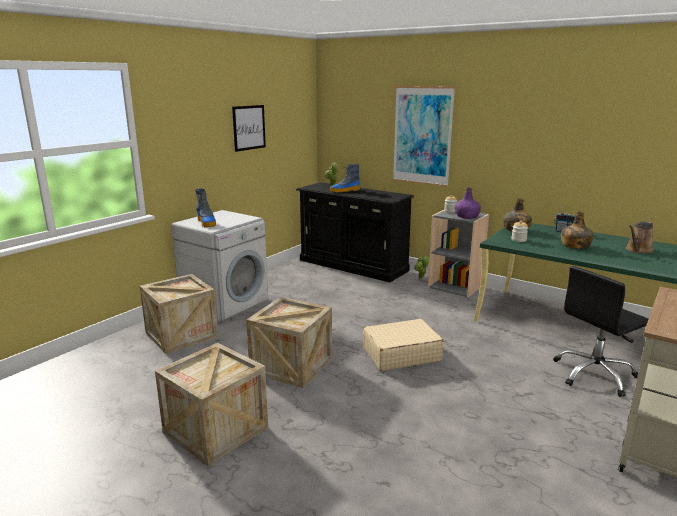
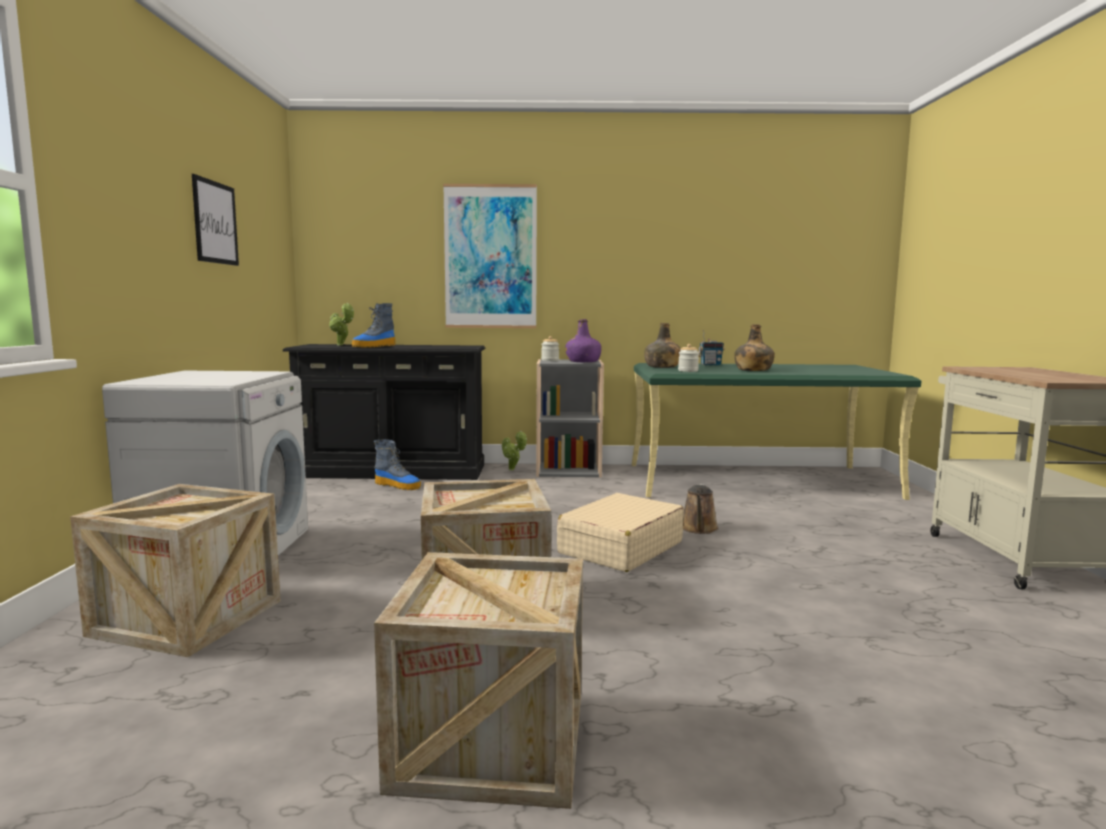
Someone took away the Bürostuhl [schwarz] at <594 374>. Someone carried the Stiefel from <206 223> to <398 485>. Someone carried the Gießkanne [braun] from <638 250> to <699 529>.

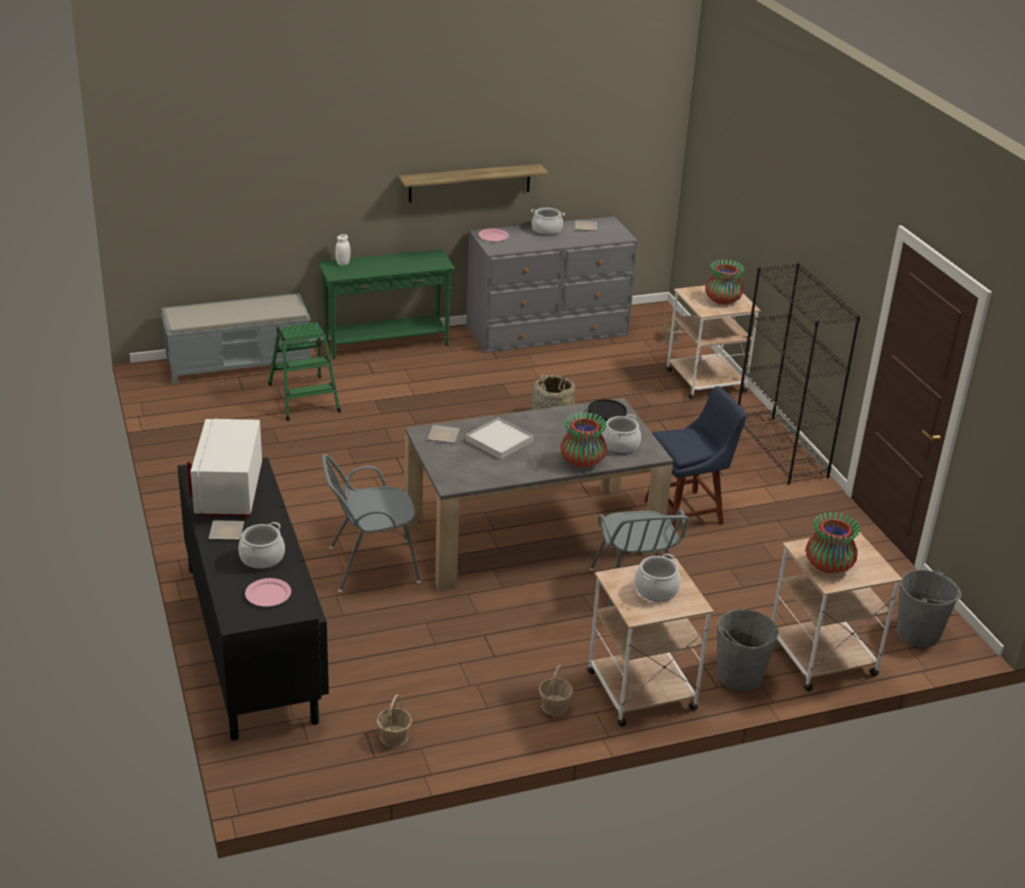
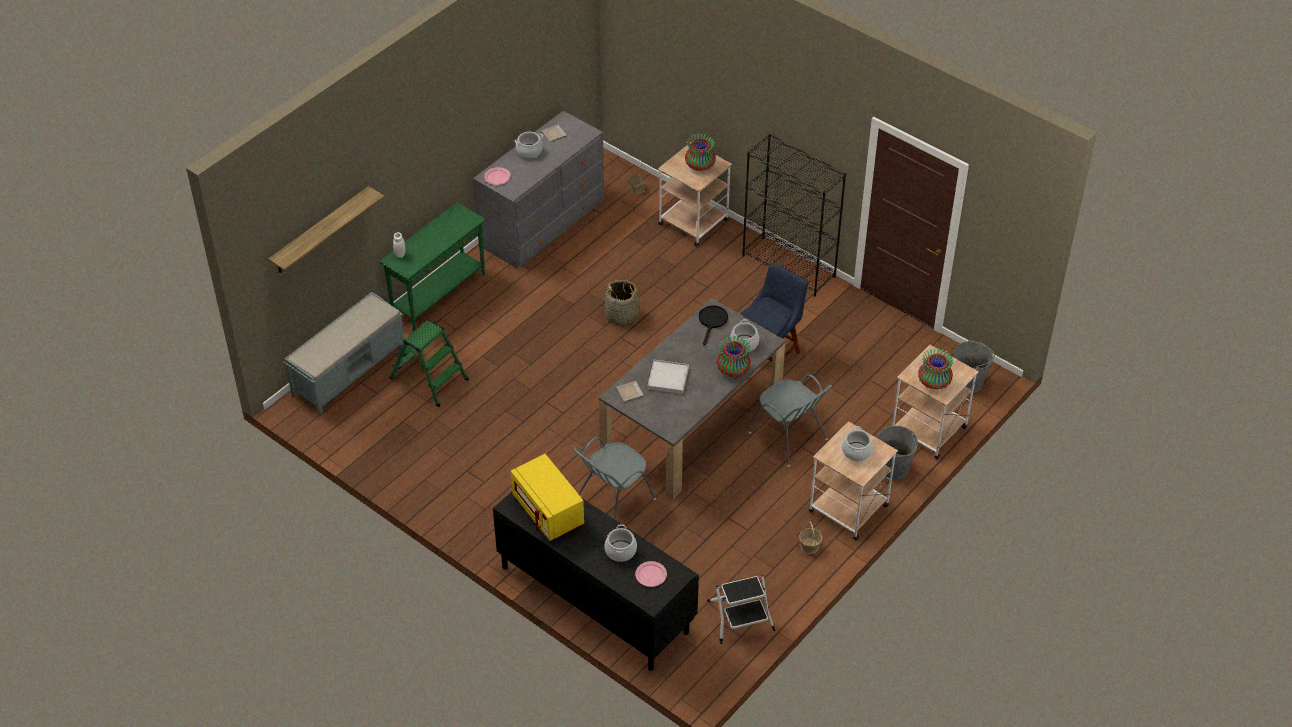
Someone took away the Teller at <225 533>. Someone carried the Wandregal from <470 183> to <320 231>. Someone swapped the Korb at <394 737> for the Trittleiter at <739 617>. Someone repainted the Mikrowelle [weiß] at <230 492>, which became the Mikrowelle [gelb] at <549 511>.

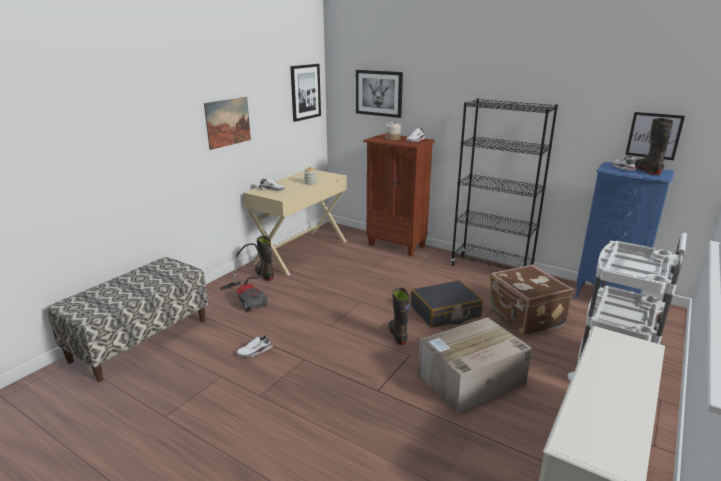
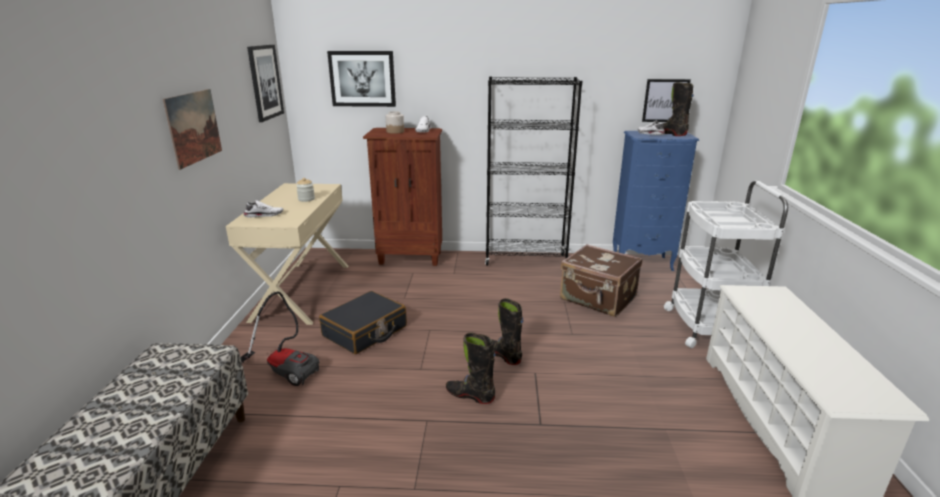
Someone took away the Schuh [weiß] at <255 352>. Someone took away the Karton at <470 380>. Someone carried the Stiefel [schwarz] from <264 275> to <470 395>. Someone carried the Koffer [schwarz] from <445 312> to <365 331>.

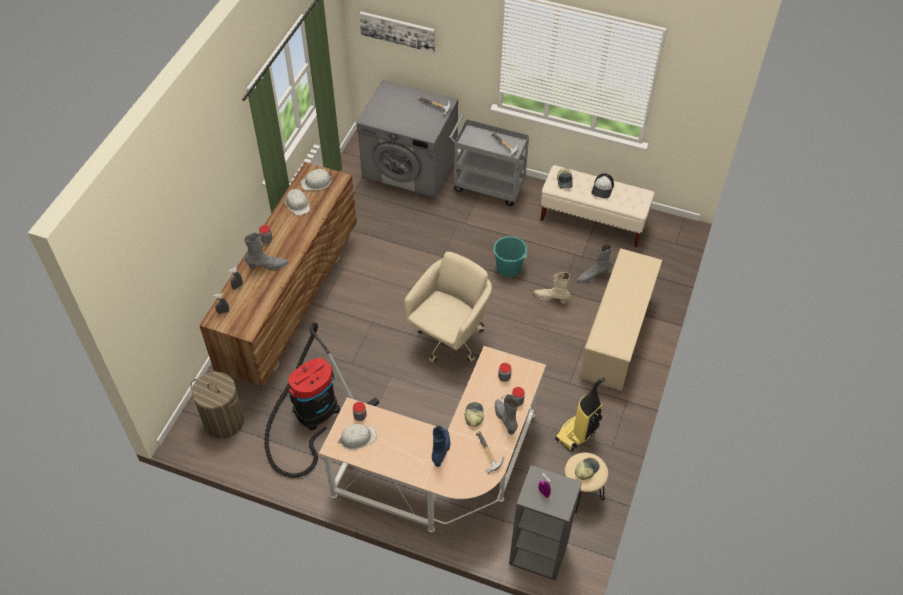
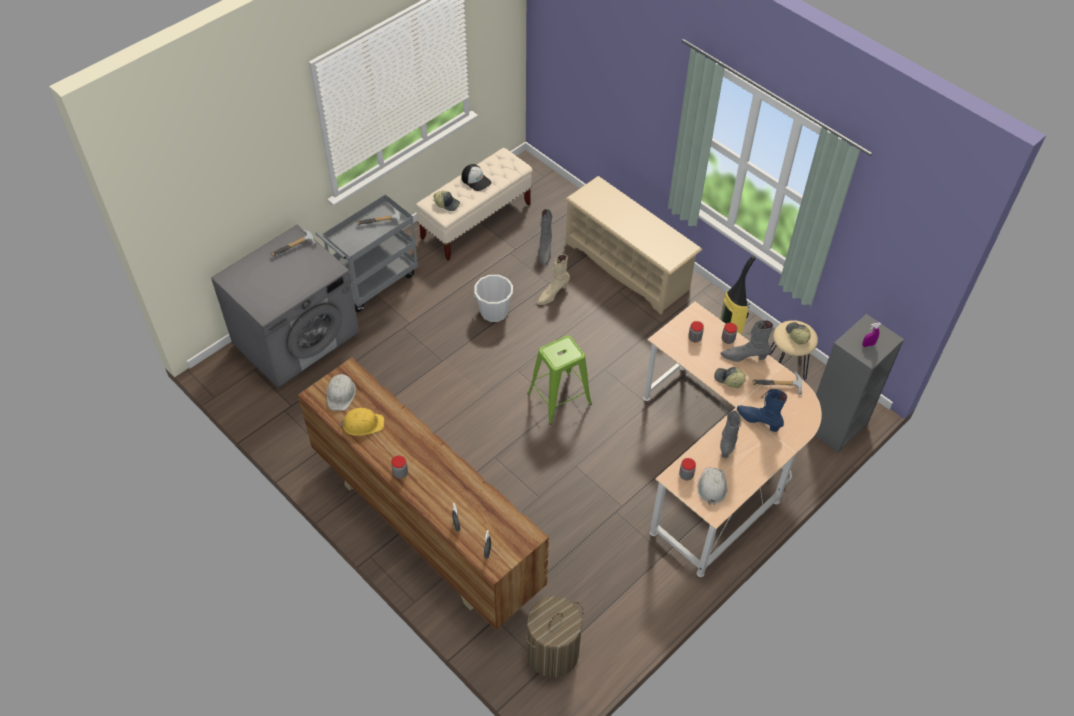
Someone took away the Staubsauger at <313 414>. Someone took away the Bild at <398 30>. Someone carried the Stiefel [grau] from <268 266> to <728 442>. Someone swapped the Bürostuhl [beige] at <449 341> for the Hocker [grün] at <559 399>. Someone repainted the Schutzhelm [weiß] at <297 204>, which became the Schutzhelm [gelb] at <362 424>. Someone repainted the Eimer [türkis] at <508 268>, which became the Eimer [weiß] at <494 312>.

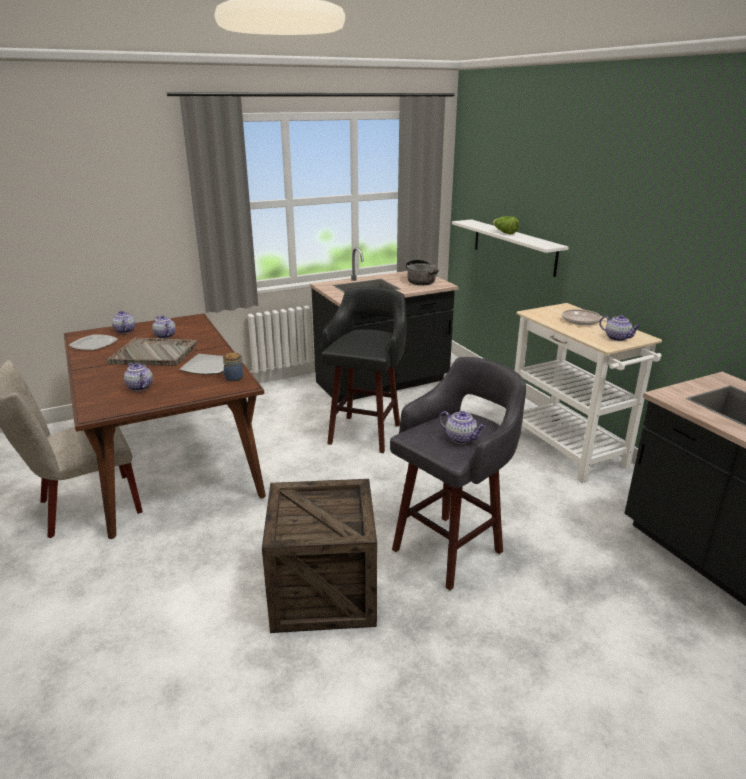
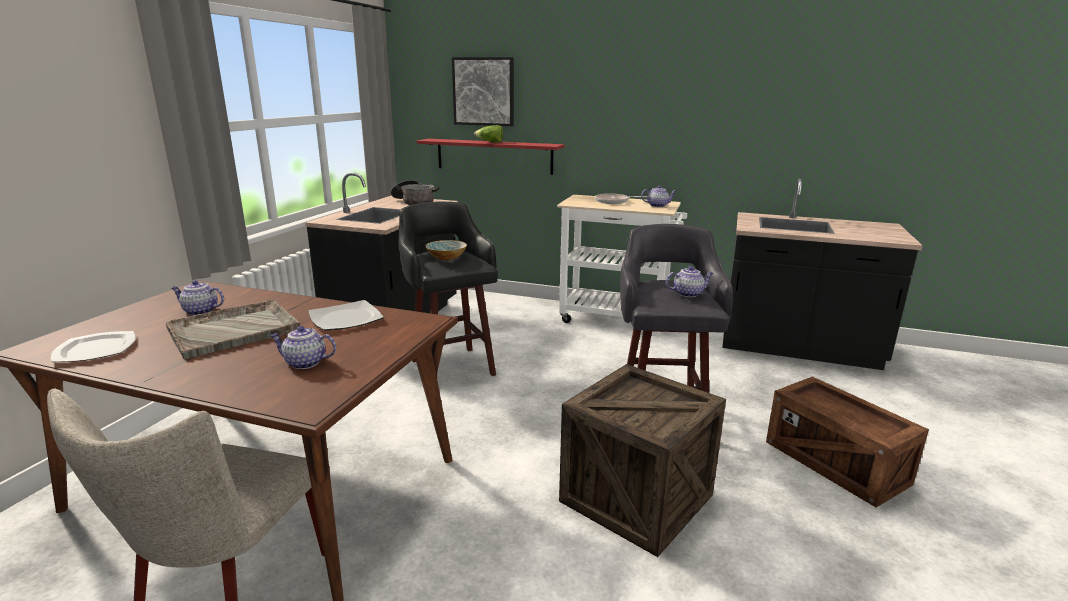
Someone took away the Teekanne at <124 331>. Someone took away the Vorratsglas at <235 378>. Someone put down the Schüssel at <447 257>. Someone put up the Bild at <483 91>. Someone put down the Kiste at <835 463>. Someone repainted the Wandregal [weiß] at <513 246>, which became the Wandregal [rot] at <494 156>.

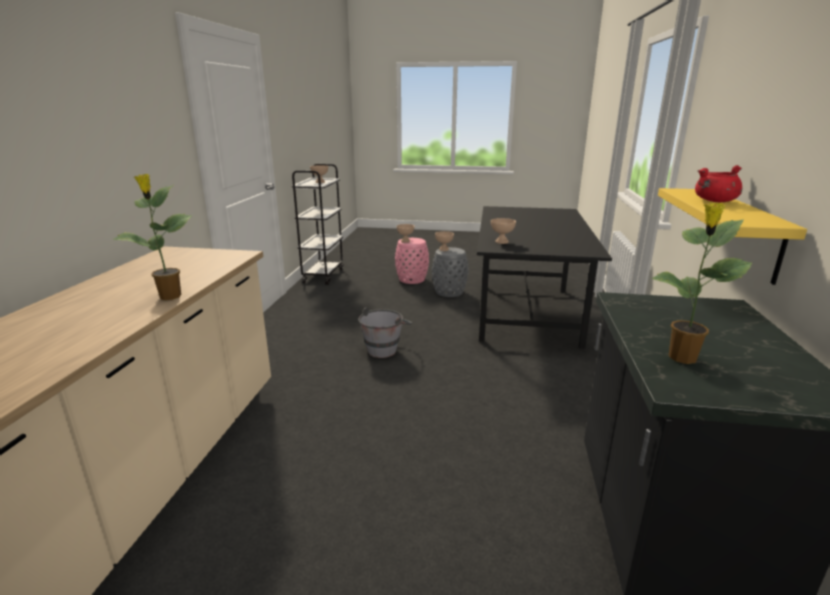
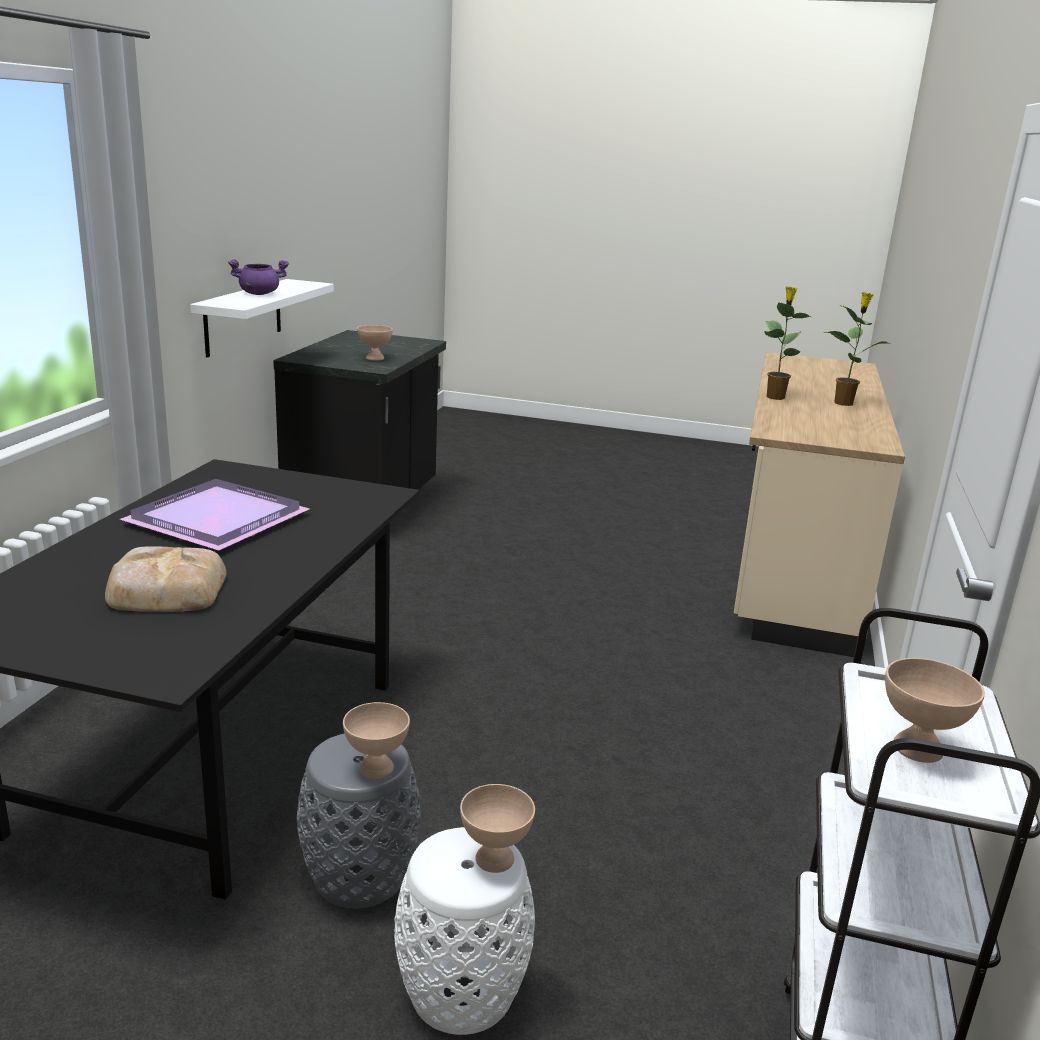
Someone took away the Eimer [grau] at <385 348>. Someone put down the Brot at <165 589>. Someone put down the Tablett [lila] at <221 519>. Someone carried the Schüssel [beige] from <502 242> to <375 358>. Someone carried the Topfpflanze from <682 358> to <844 403>. Someone repainted the Hocker [rosa] at <412 279>, which became the Hocker [weiß] at <461 991>. Someone repainted the Wandregal [gelb] at <743 233>, which became the Wandregal [weiß] at <243 317>. Someone repainted the Kochtopf [rot] at <715 201>, which became the Kochtopf [lila] at <259 294>.

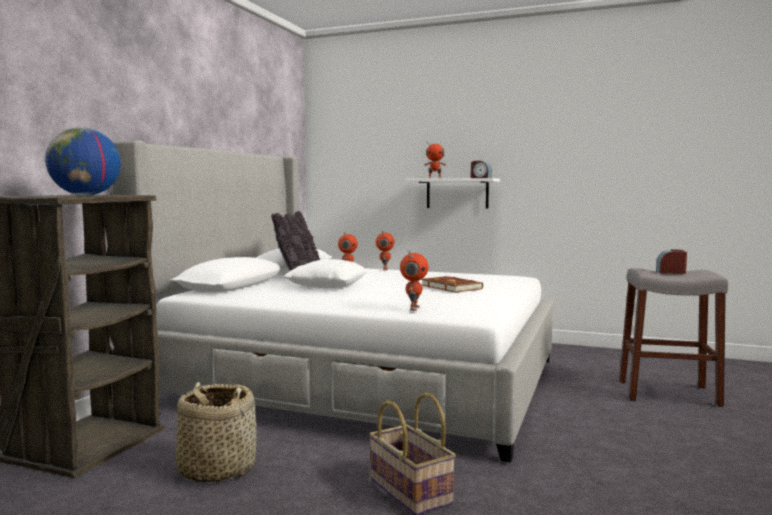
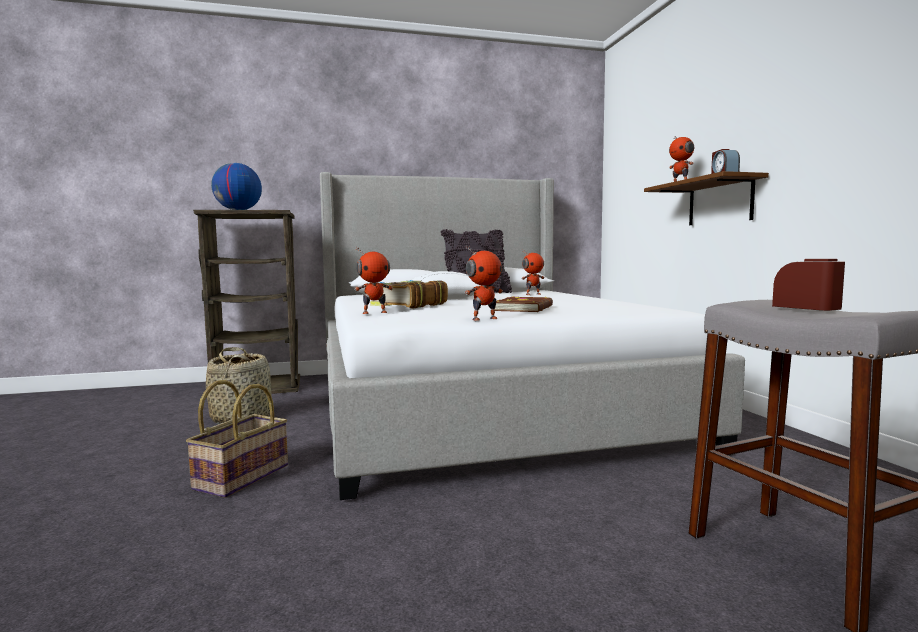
Someone put down the Buch at <408 305>. Someone carried the Spielzeugroboter from <384 269> to <484 319>. Someone repainted the Wandregal [weiß] at <457 193>, which became the Wandregal [braun] at <720 202>.

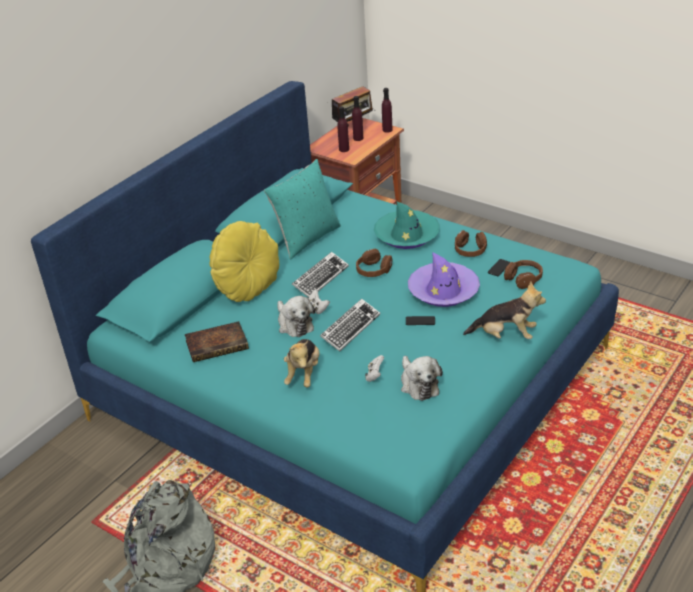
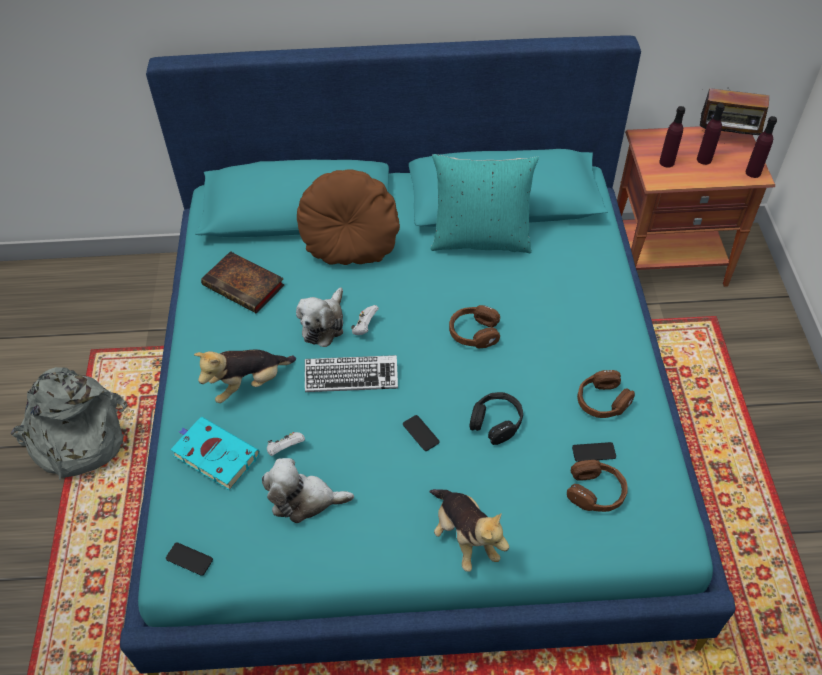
Someone took away the Tastatur at <320 278>. Someone took away the Hut [türkis] at <407 235>. Someone put down the Handy at <189 559>. Someone put down the Buch [türkis] at <214 454>. Someone swapped the Hut [lila] at <443 291> for the Kopfhörer [schwarz] at <496 422>. Someone repainted the Kissen [gelb] at <249 290>, which became the Kissen [braun] at <351 251>. Someone rotated the Plüschtier at <418 384> by 60 degrees clockwise.

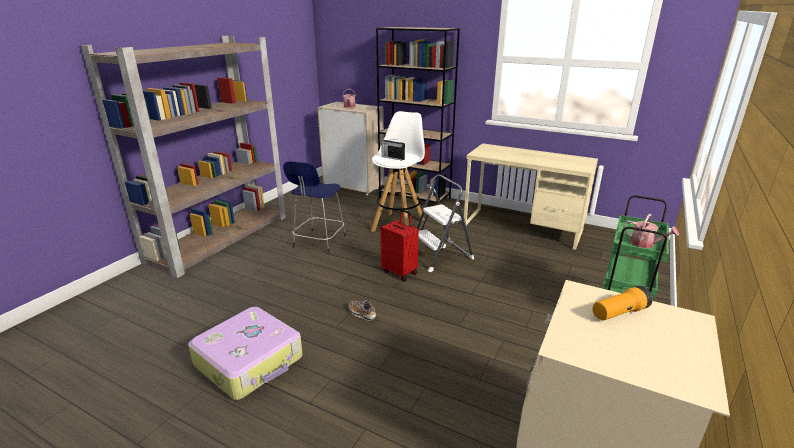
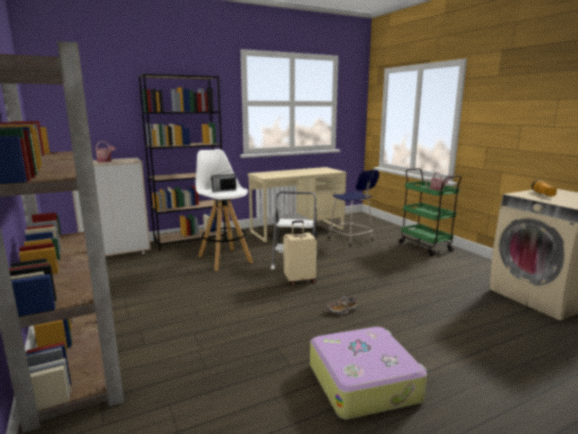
Someone carried the Hocker [blau] from <319 242> to <351 240>. Someone repainted the Koffer [rot] at <400 272>, which became the Koffer [beige] at <299 280>.

